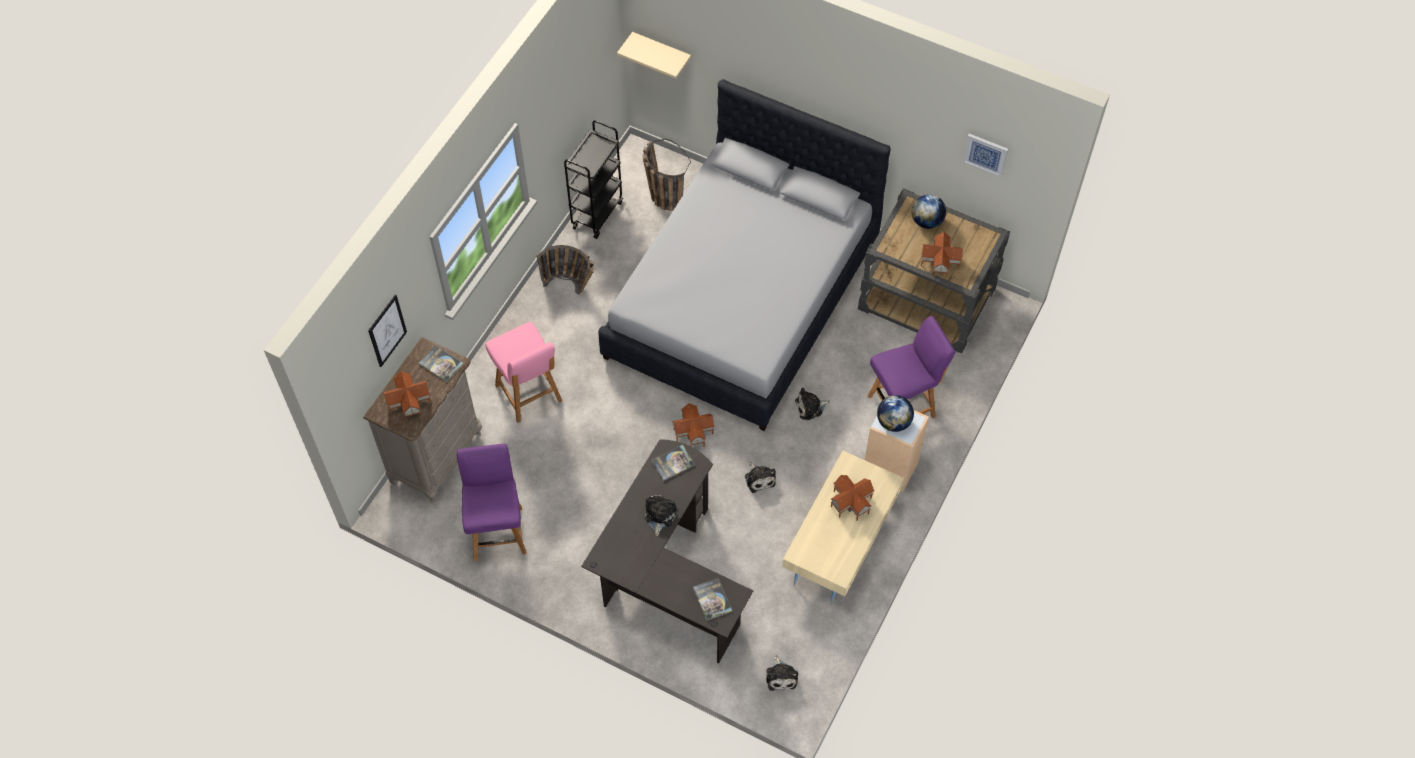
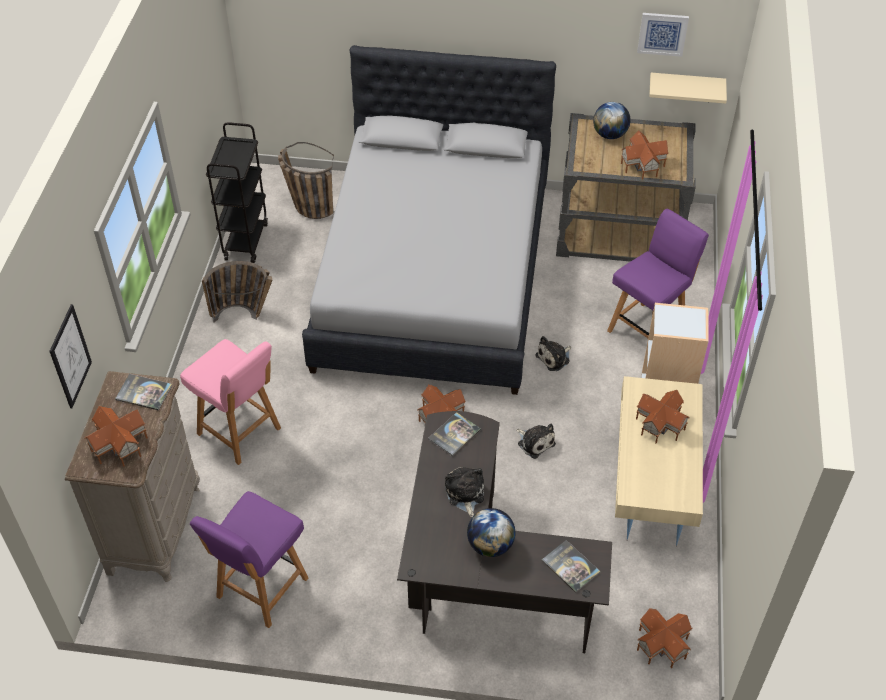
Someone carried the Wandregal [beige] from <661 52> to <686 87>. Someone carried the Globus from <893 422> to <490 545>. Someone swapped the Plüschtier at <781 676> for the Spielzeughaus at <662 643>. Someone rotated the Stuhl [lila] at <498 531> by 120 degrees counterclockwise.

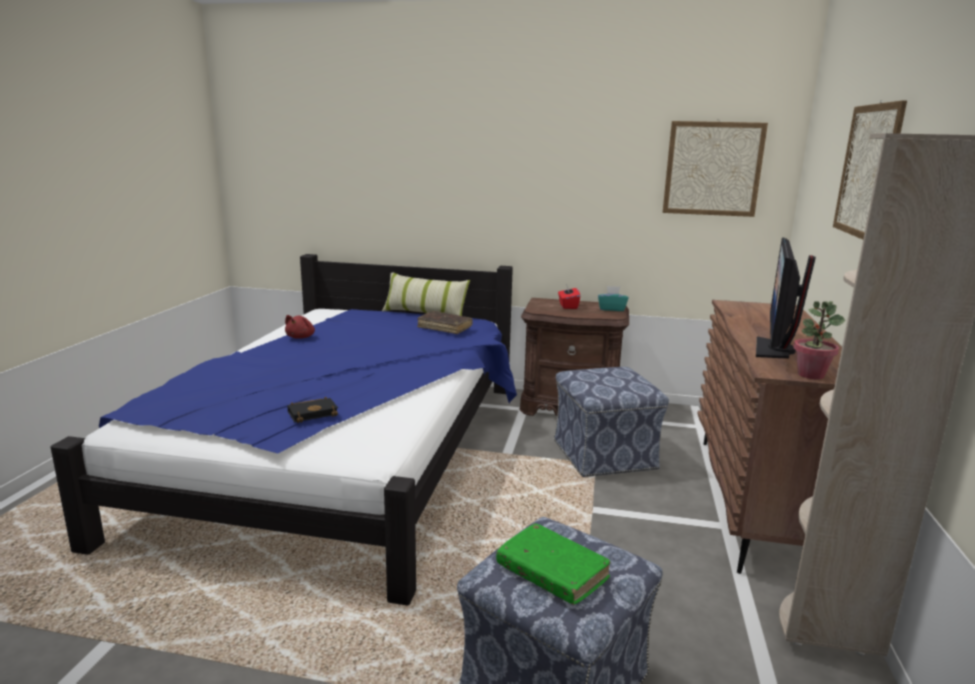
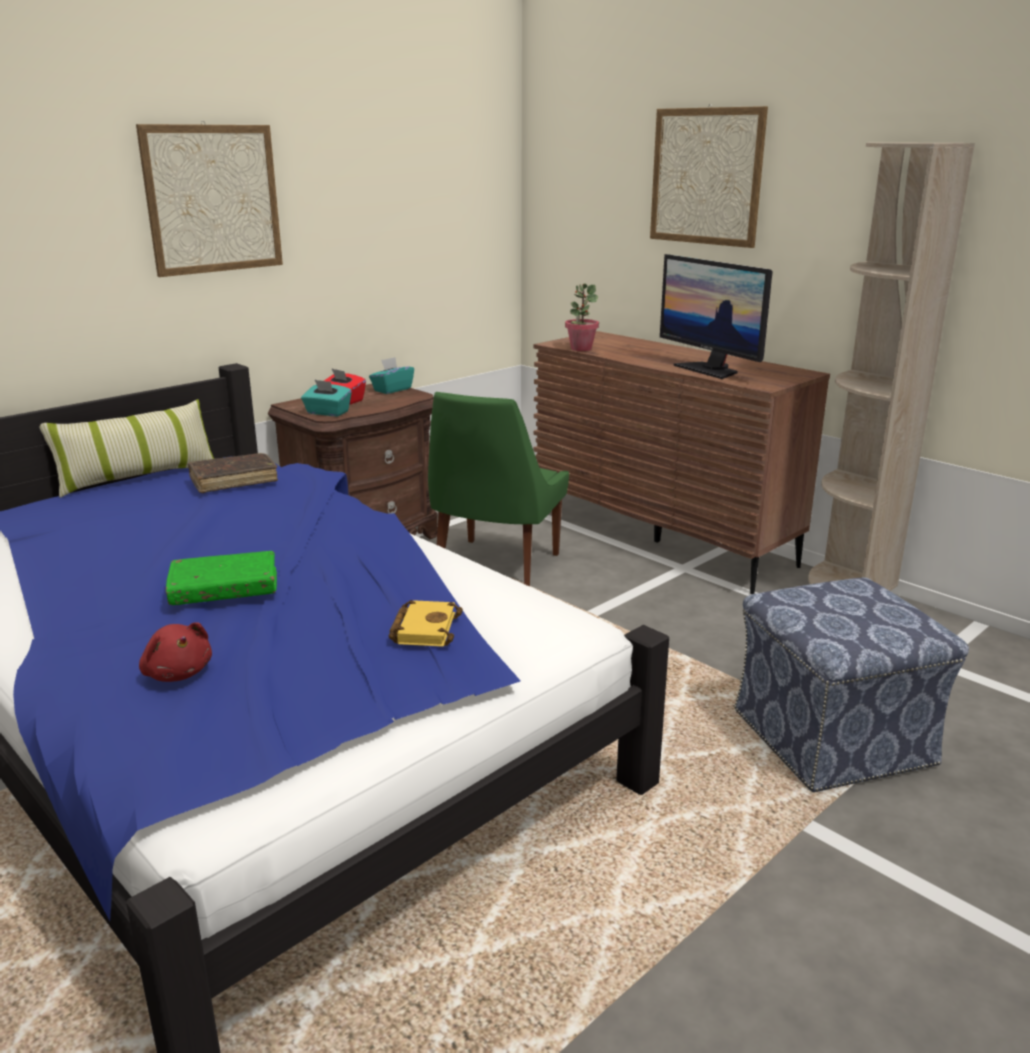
Someone put down the Taschentuchbox [türkis] at <327 413>. Someone carried the Plüschtier [rot] from <301 337> to <178 673>. Someone carried the Buch [grün] from <552 573> to <224 589>. Someone carried the Bild from <713 167> to <213 197>. Someone carried the Topfpflanze from <810 375> to <581 349>. Someone swapped the Polsterhocker at <603 454> for the Stuhl [grün] at <495 566>. Someone repainted the Buch [schwarz] at <313 413>, which became the Buch [gelb] at <424 628>.

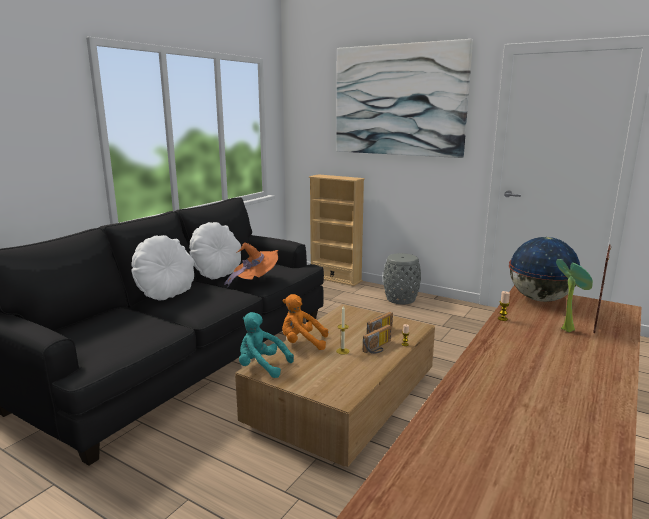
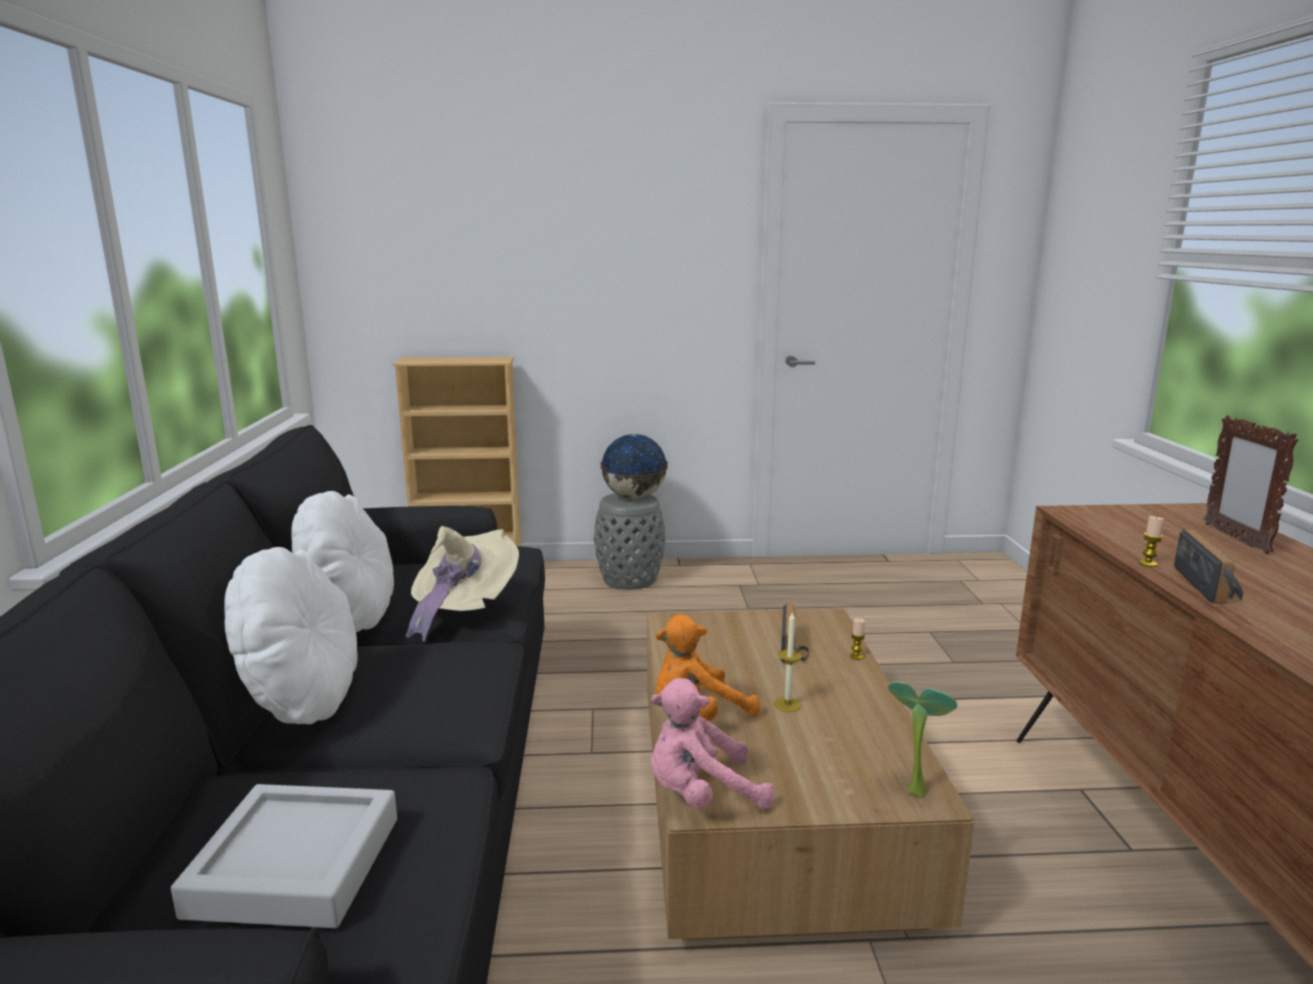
Someone took away the Bild at <398 100>. Someone put down the Tablett [grau] at <295 866>. Someone carried the Radio from <379 348> to <1210 587>. Someone carried the Globus from <539 299> to <633 497>. Someone carried the Topfpflanze from <567 329> to <913 788>. Someone repainted the Hut [orange] at <255 281>, which became the Hut [beige] at <462 610>. Someone repainted the Plüschtier [türkis] at <261 367>, which became the Plüschtier [rosa] at <701 795>.

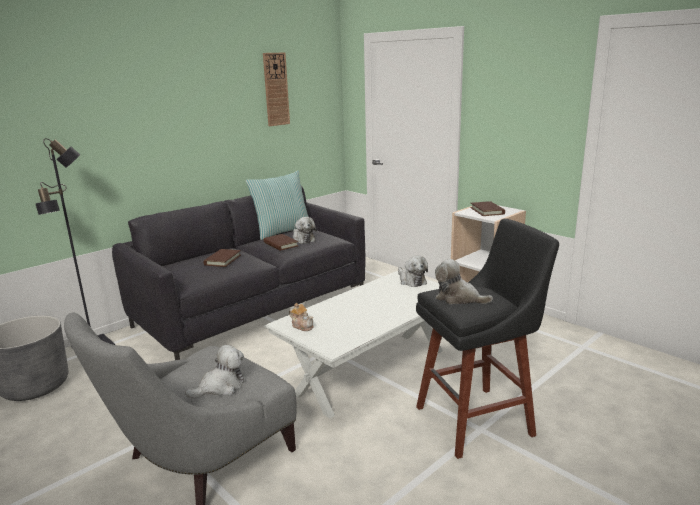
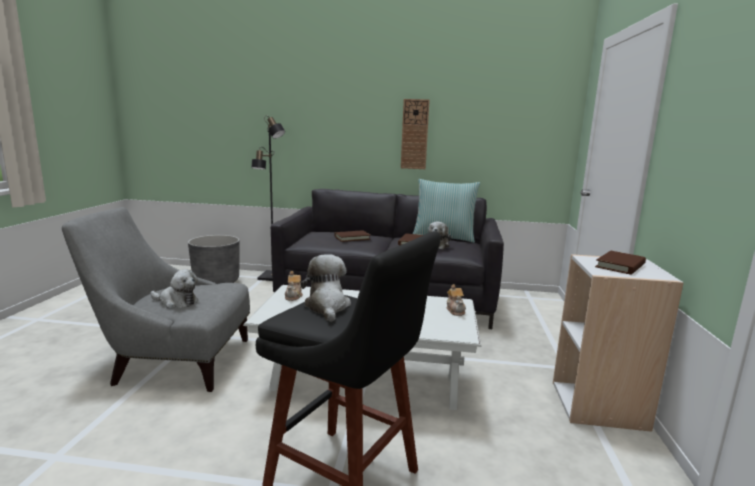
Someone carried the Wanduhr from <276 89> to <414 134>. Someone swapped the Plüschtier at <411 281> for the Teekanne at <455 310>.

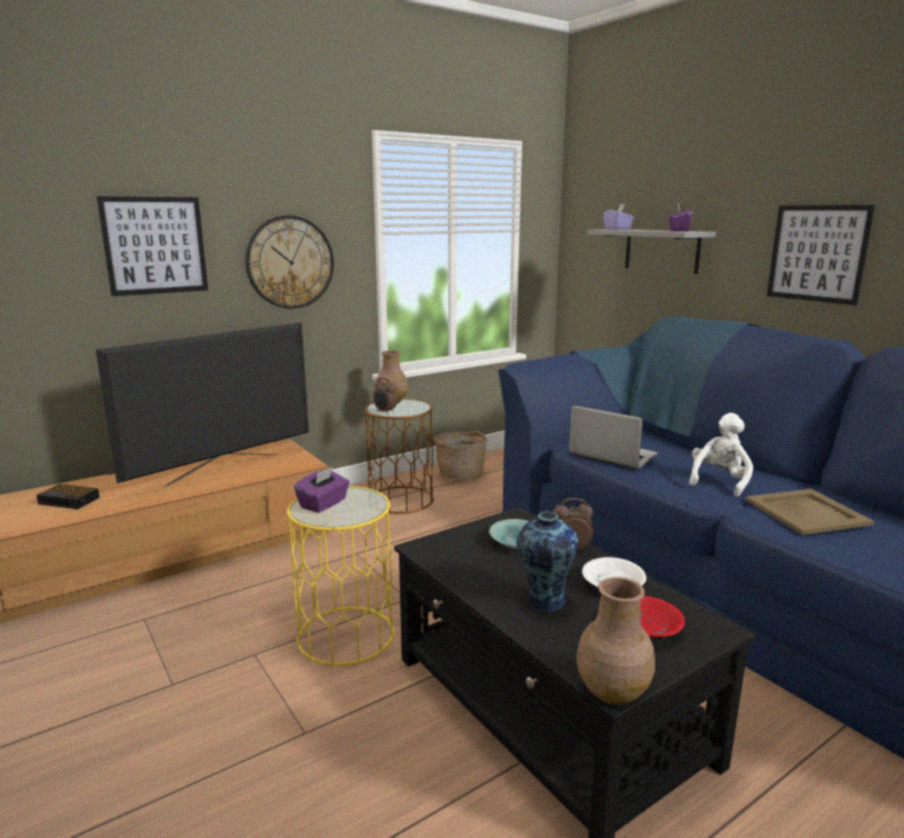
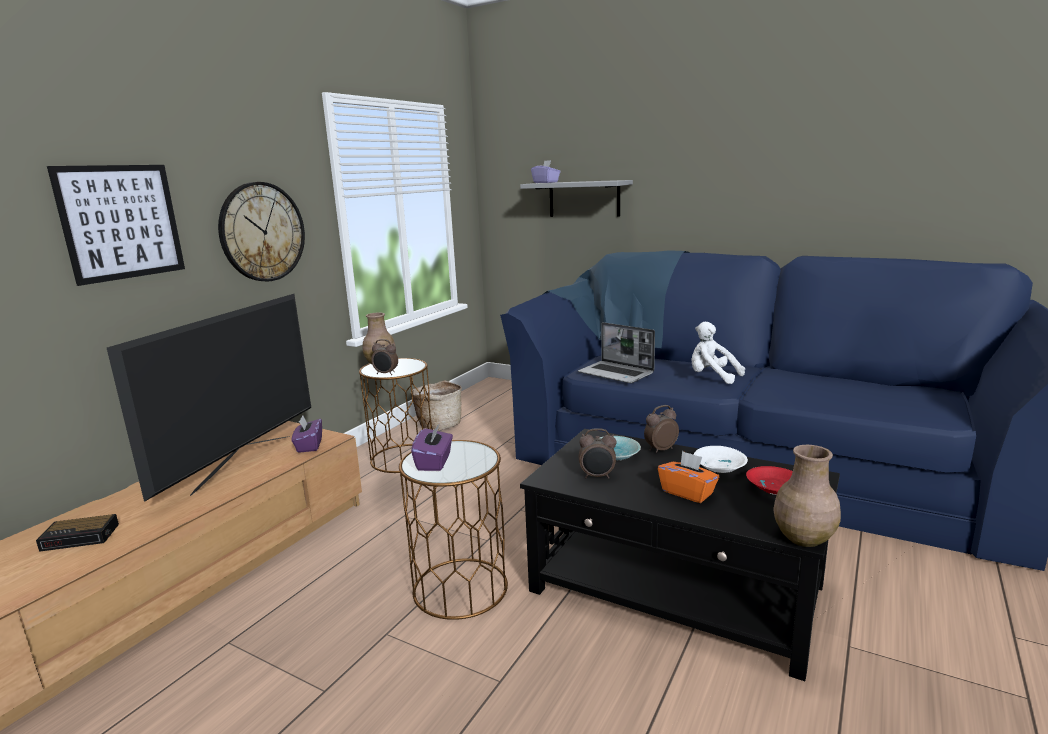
Someone took away the Tablett [beige] at <806 512>. Someone took away the Bild at <817 253>. Someone put down the Wecker at <597 476>. Someone carried the Taschentuchbox [lila] from <678 231> to <309 446>. Someone swapped the Vase at <544 602> for the Taschentuchbox [orange] at <687 492>. Someone repainted the Beistelltisch [gelb] at <345 635>, which became the Beistelltisch [braun] at <460 588>. Someone rotated the Laptop at <611 455> by 150 degrees counterclockwise. Someone rotated the Plüschtier [weiß] at <719 481> by 60 degrees counterclockwise.

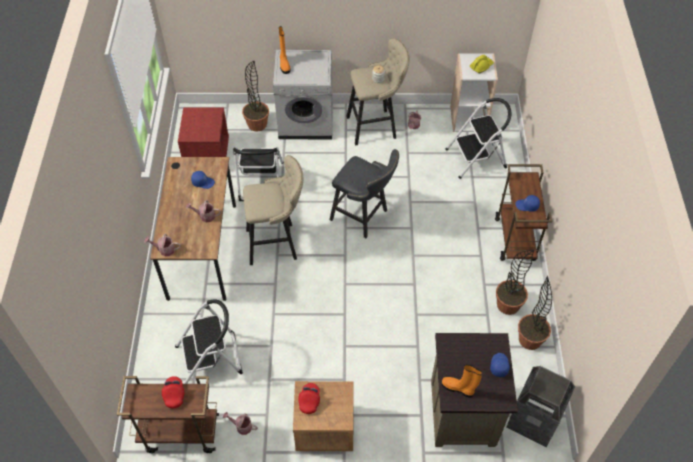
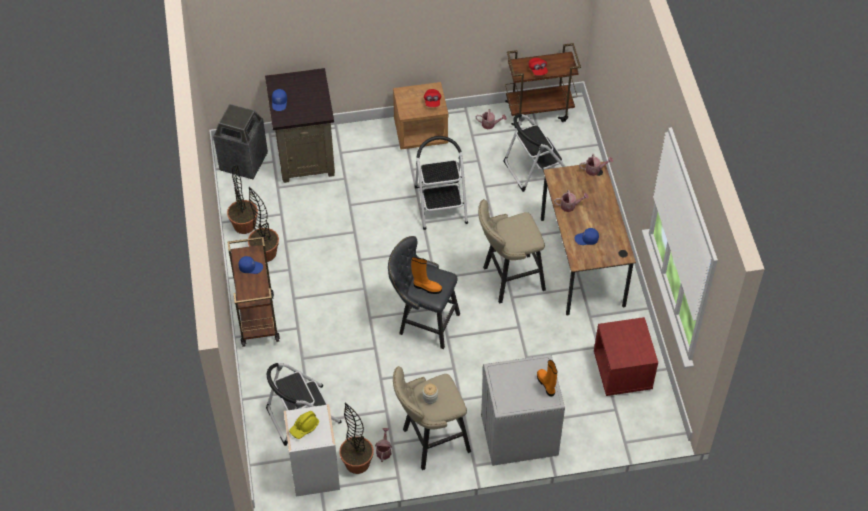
Someone carried the Trittleiter from <260 183> to <441 203>. Someone carried the Topfpflanze from <257 124> to <357 463>. Someone carried the Stiefel [orange] from <458 388> to <426 287>.

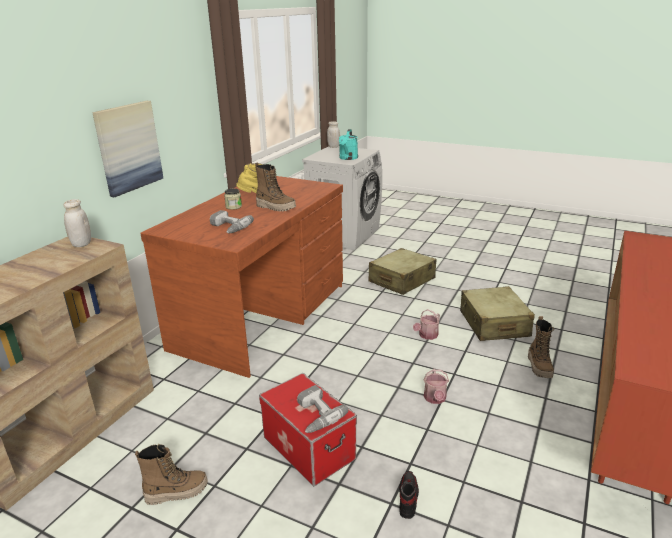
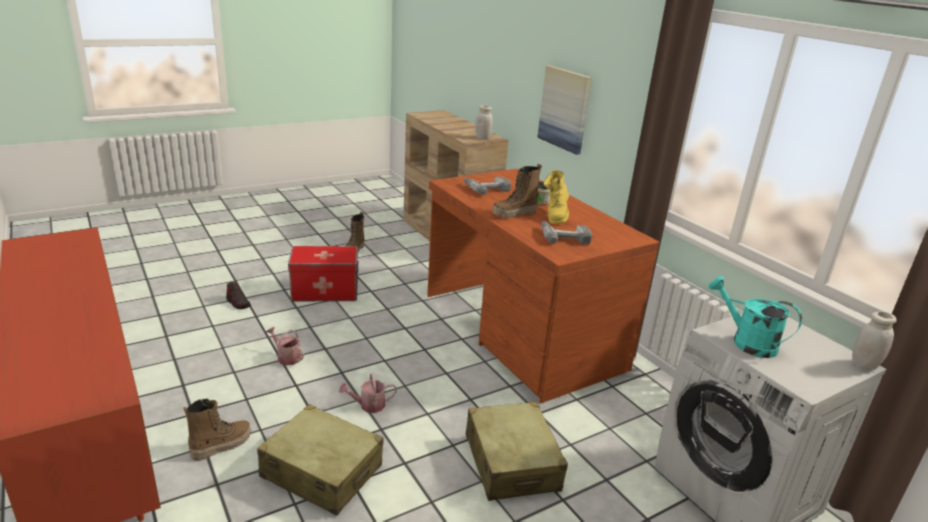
Someone carried the Bohrmaschine from <314 415> to <563 236>. Someone rotated the Gießkanne at <426 335> by 90 degrees counterclockwise. Someone rotated the Stiefel at <539 366> by 105 degrees clockwise.

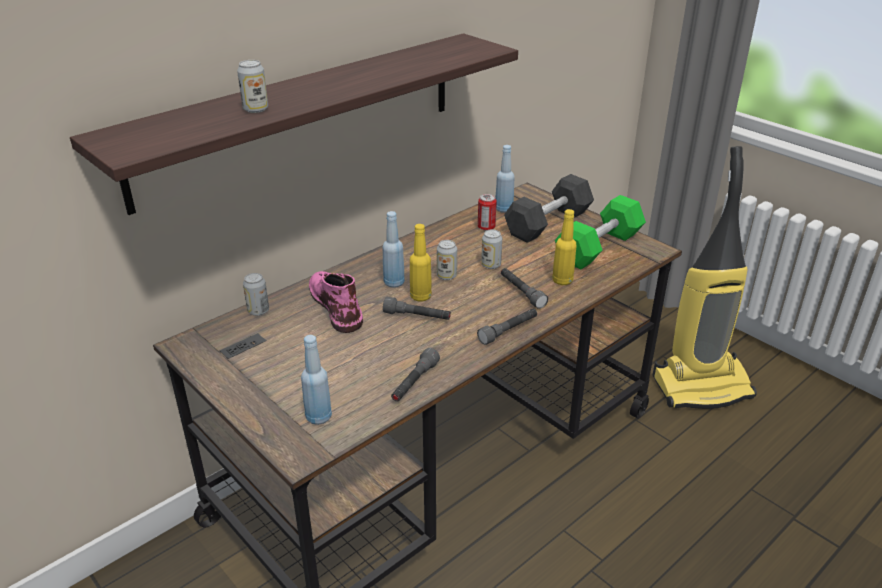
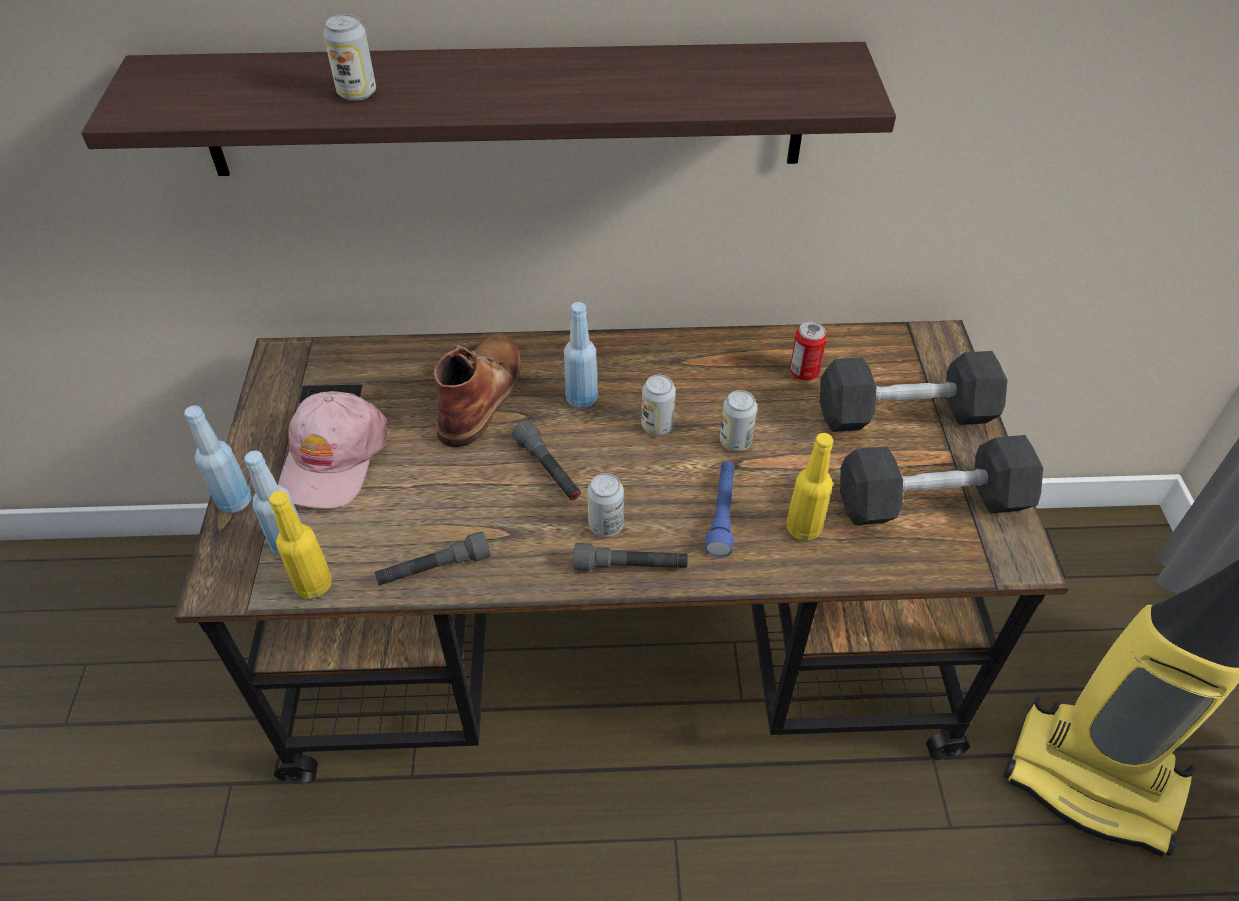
Someone put down the Kappe [rosa] at <333 459>. Someone carried the Dose from <258 311> to <606 525>. Someone carried the Flasche [gelb] from <420 296> to <313 585>. Someone carried the Flasche [blau] from <504 209> to <234 501>. Someone repainted the Stiefel [rosa] at <336 304>, which became the Stiefel [braun] at <481 393>. Someone repainted the Taschenlampe [grau] at <521 293>, which became the Taschenlampe [blau] at <722 514>. Someone repainted the Hantel [grün] at <599 247>, which became the Hantel [schwarz] at <931 502>.

